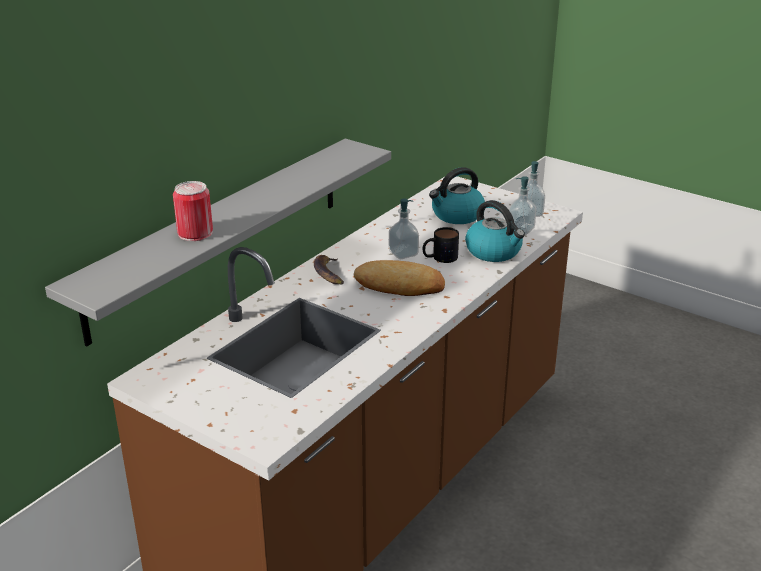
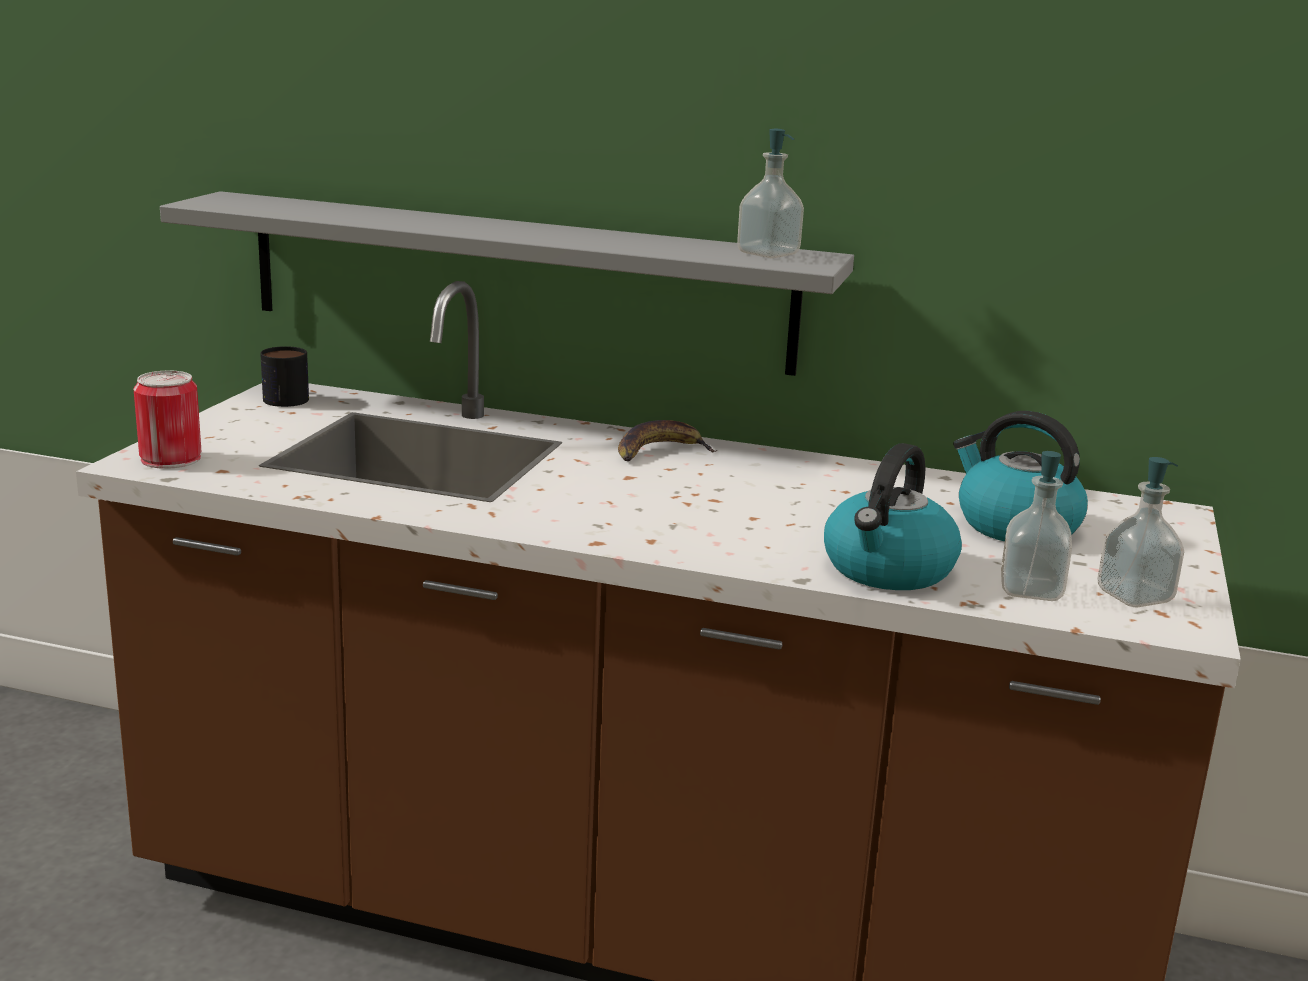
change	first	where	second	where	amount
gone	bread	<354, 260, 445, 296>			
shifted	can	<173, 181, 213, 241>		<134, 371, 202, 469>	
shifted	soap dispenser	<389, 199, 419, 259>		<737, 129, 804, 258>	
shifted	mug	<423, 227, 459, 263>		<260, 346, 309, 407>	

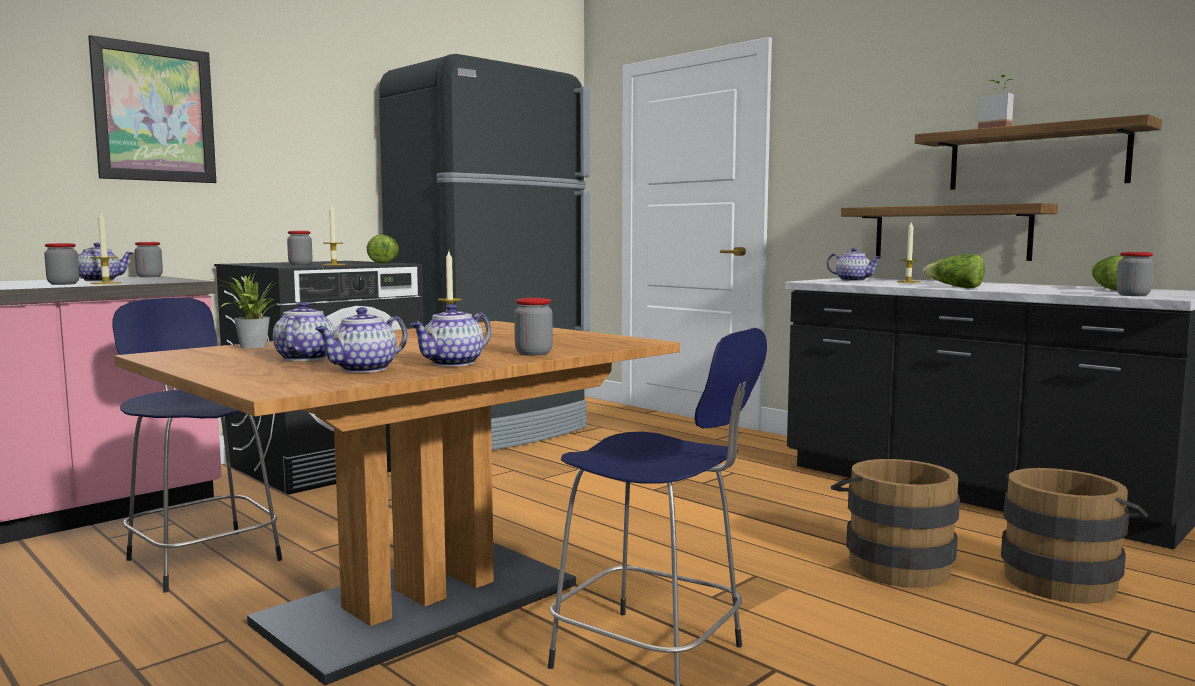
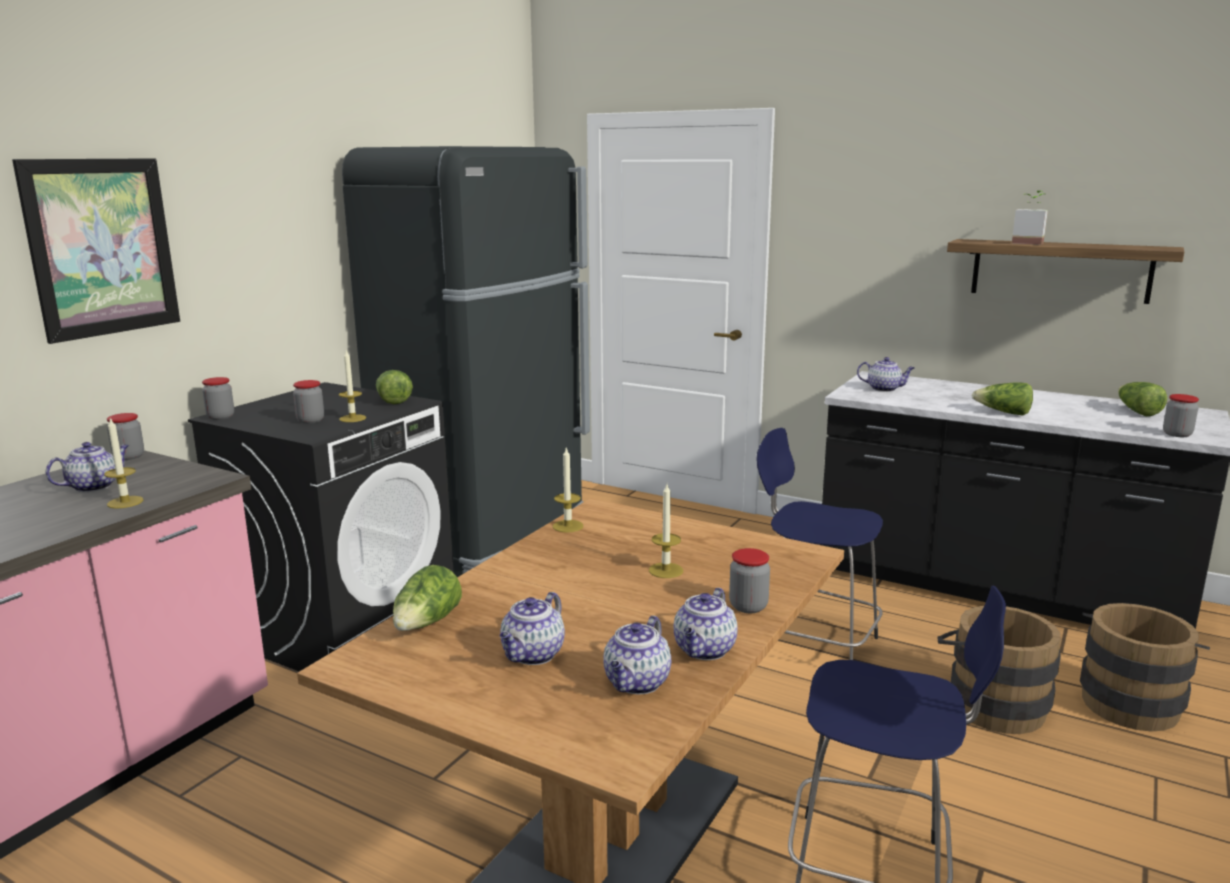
change	first	where	second	where	amount
gone	shelf	<841, 203, 1058, 261>			
shifted	jar	<44, 243, 79, 285>		<202, 377, 234, 420>	
shifted	blue stool	<112, 298, 282, 592>		<756, 428, 883, 660>	
shifted	candle	<897, 222, 920, 283>		<649, 484, 683, 578>	
swapped	potted plant	<213, 272, 281, 348>	lettuce	<393, 565, 462, 631>	
rotated	teapot	<273, 301, 334, 361>		<500, 592, 565, 665>	135 degrees counterclockwise

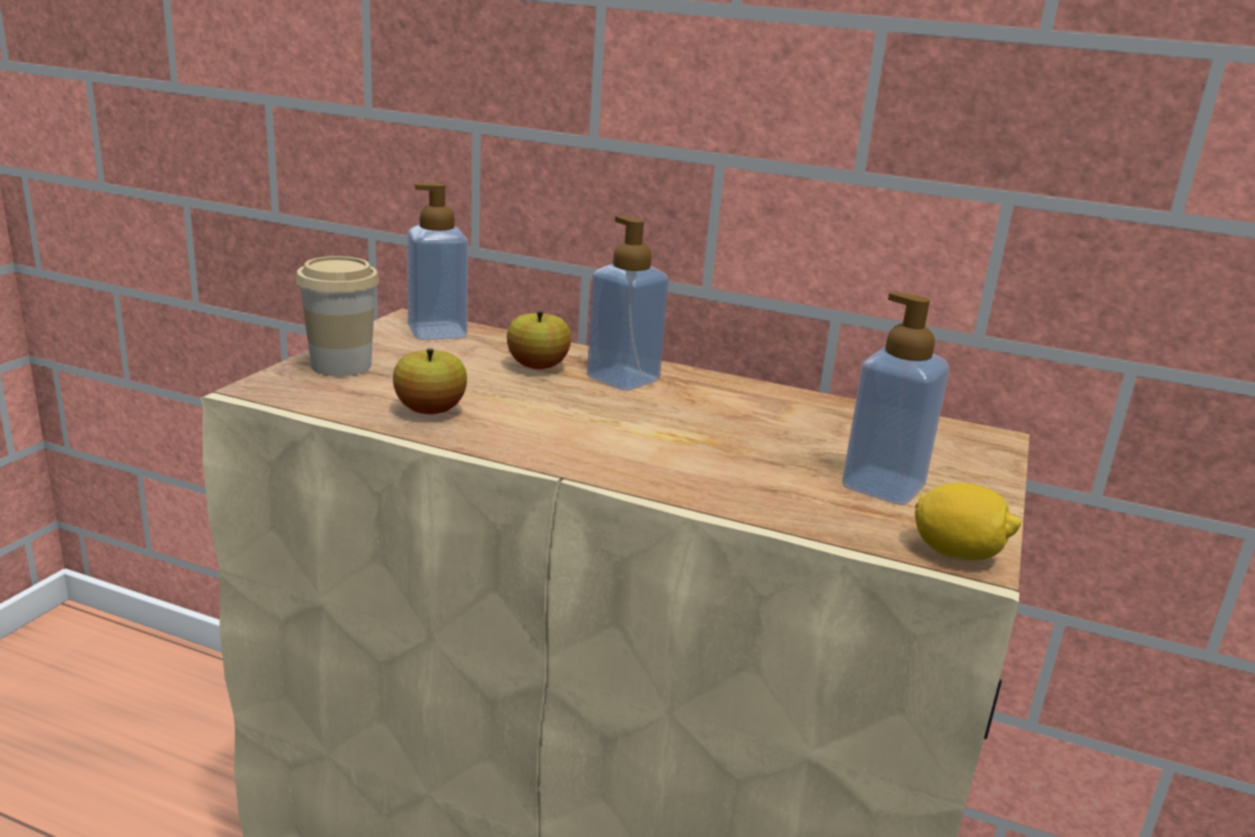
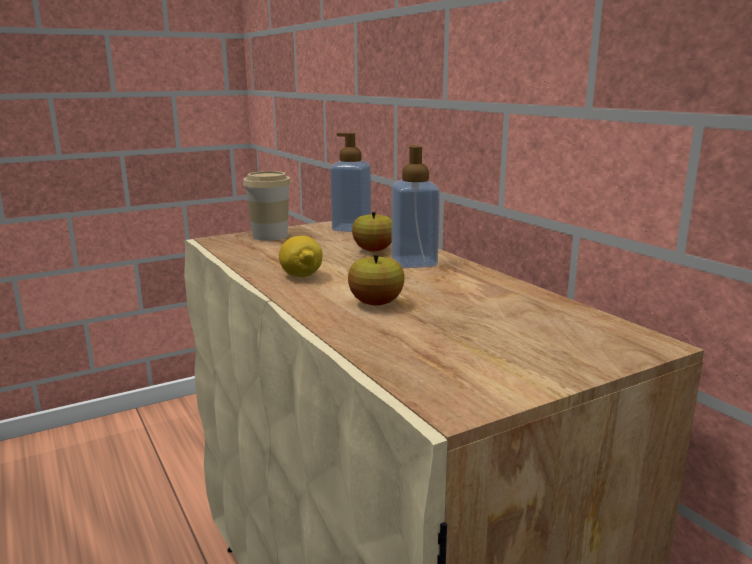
change	first	where	second	where	amount
gone	soap dispenser	<842, 292, 949, 505>			
shifted	apple	<393, 348, 467, 414>		<348, 254, 404, 306>	
shifted	lemon	<915, 483, 1021, 561>		<279, 236, 323, 277>	

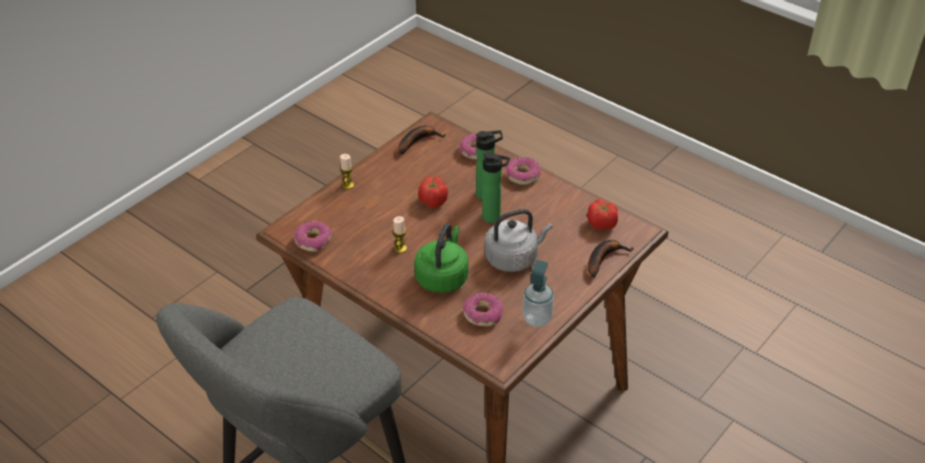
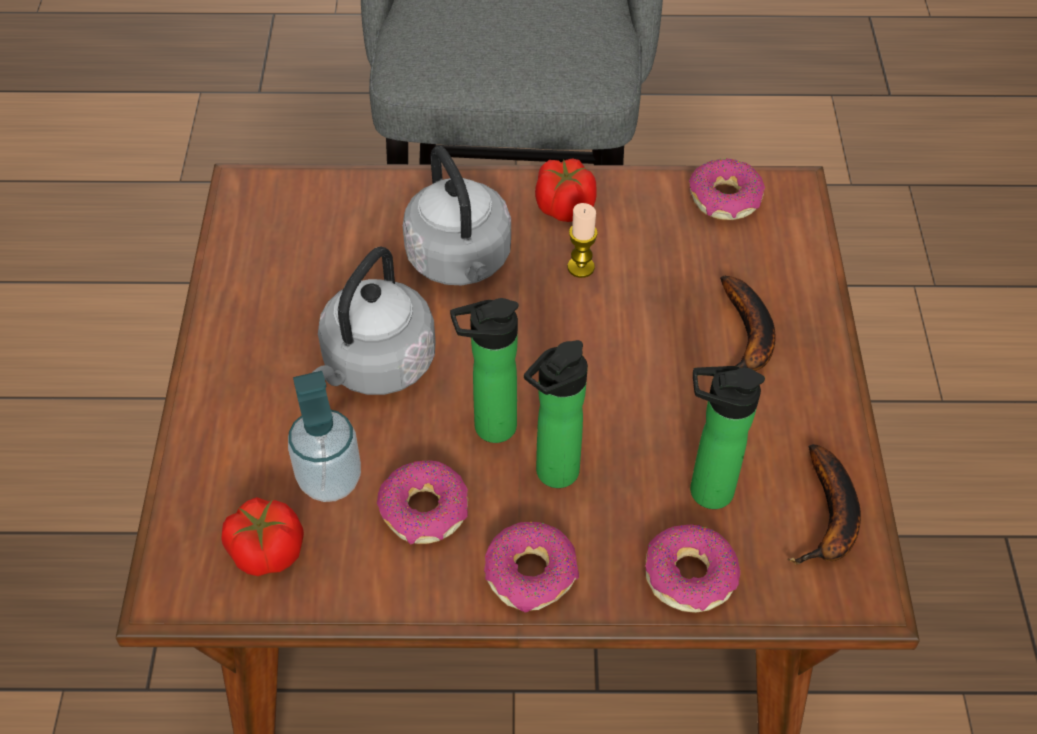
change	first	where	second	where	amount
gone	candle	<340, 154, 354, 190>			
new			bottle	<690, 366, 765, 509>	
shifted	tomato	<418, 177, 448, 208>		<535, 158, 597, 222>	
shifted	donut	<463, 293, 503, 327>		<377, 461, 468, 544>	
shifted	soap dispenser	<522, 260, 554, 327>		<288, 371, 361, 502>	
shifted	banana	<588, 240, 634, 278>		<720, 276, 776, 371>	
repainted	green kettle	<414, 223, 469, 293>	grey kettle	<403, 146, 511, 285>	

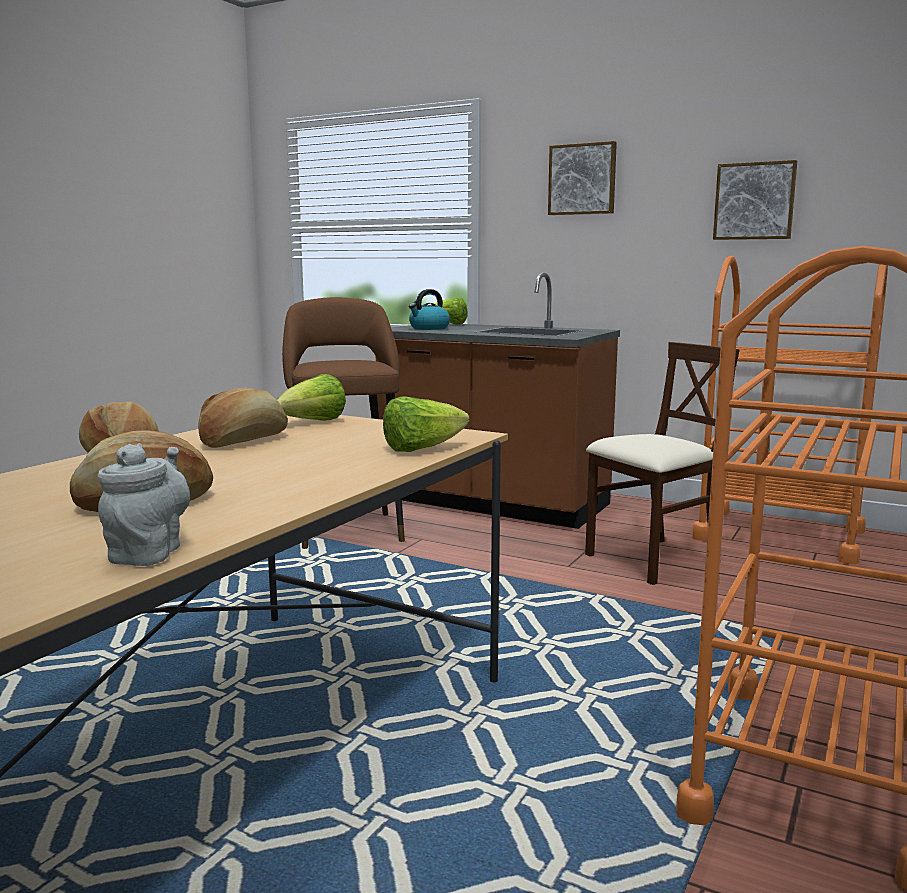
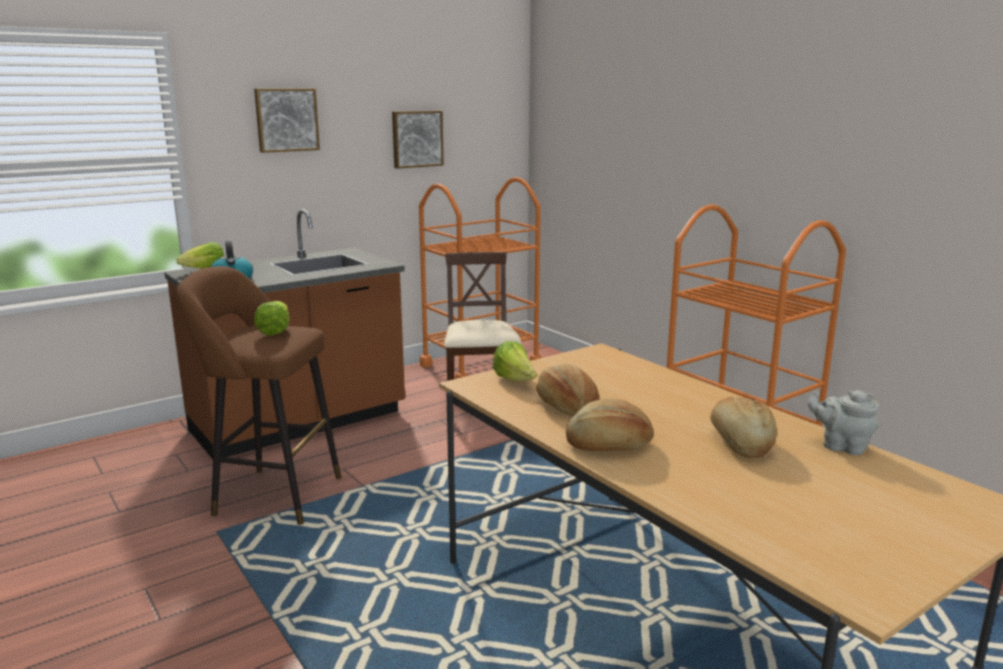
change	first	where	second	where	amount
shifted	lettuce	<383, 396, 469, 452>		<254, 301, 289, 336>	

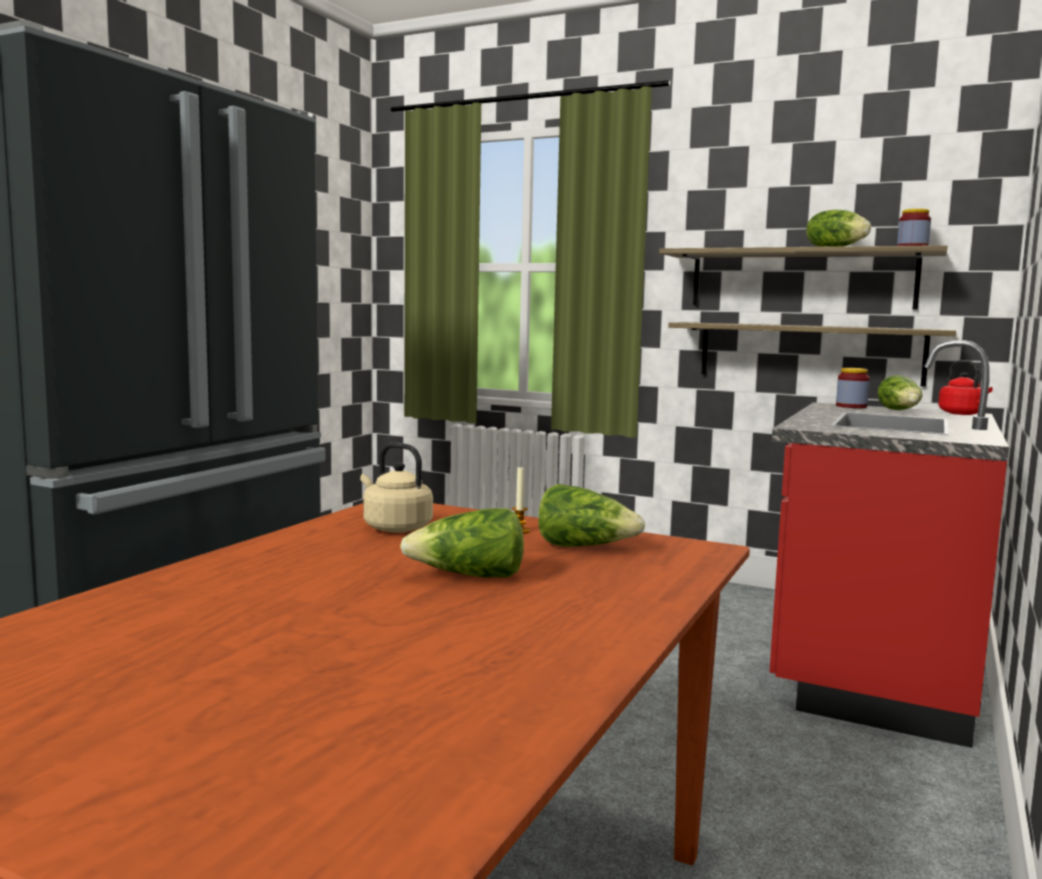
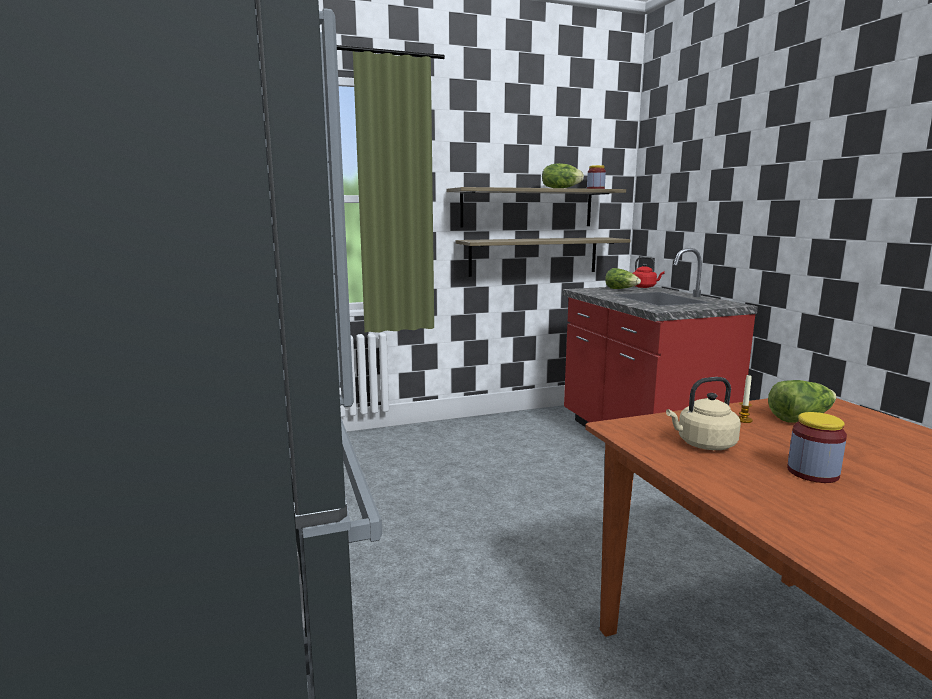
change	first	where	second	where	amount
gone	lettuce	<400, 508, 524, 578>			
shifted	jar	<836, 368, 870, 408>		<787, 412, 847, 483>	

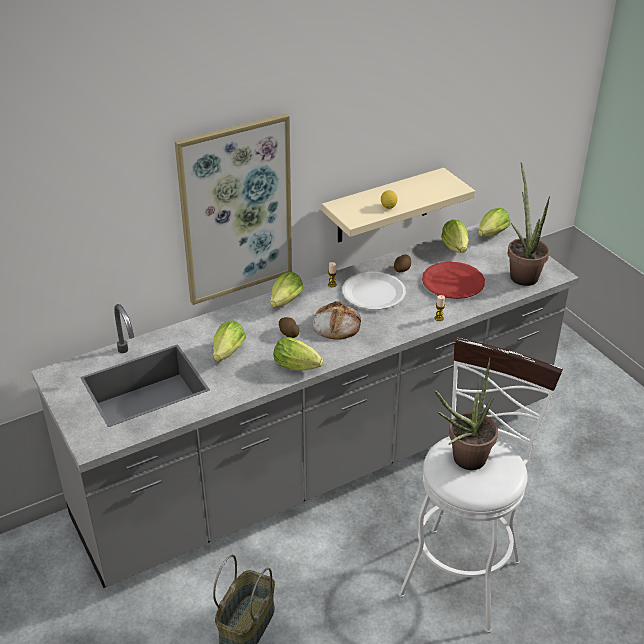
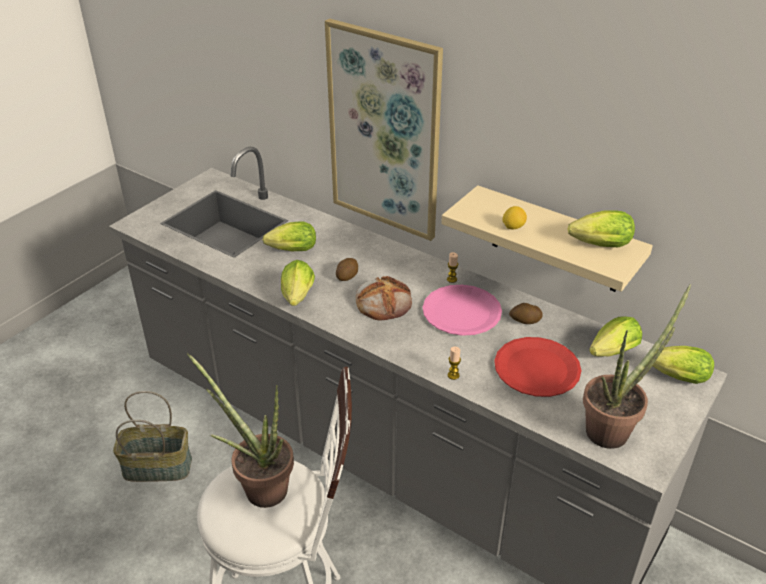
change	first	where	second	where	amount
shifted	lettuce	<270, 272, 303, 308>		<568, 210, 635, 247>	
repainted	white plate	<342, 272, 406, 310>	pink plate	<423, 285, 502, 336>	

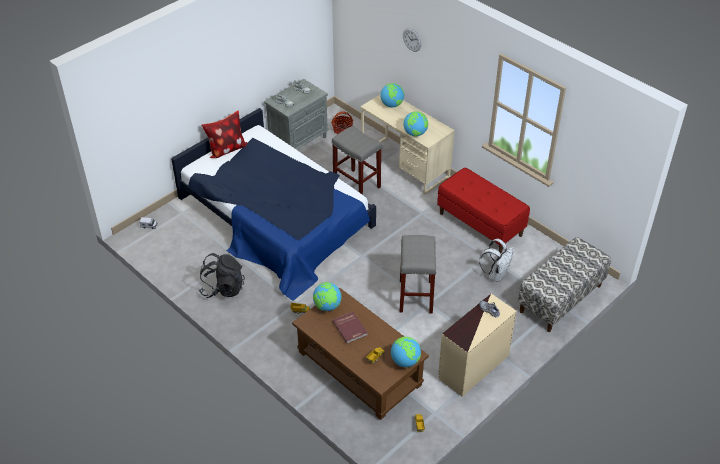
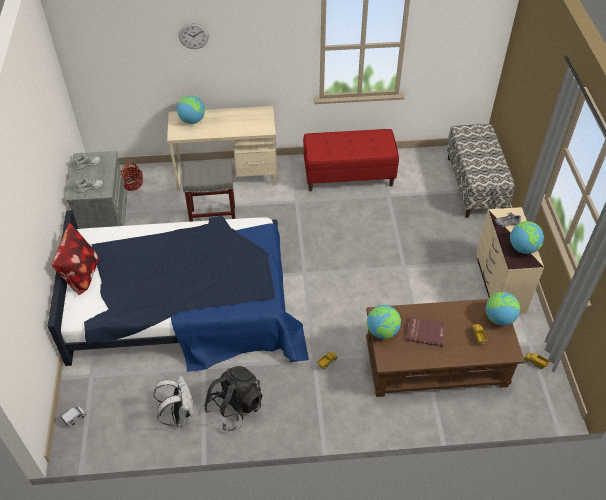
change	first	where	second	where	amount
gone	grey stool	<399, 235, 436, 313>			
shifted	globe	<403, 111, 428, 137>		<510, 221, 544, 254>	
shifted	white backpack	<479, 239, 514, 282>		<153, 376, 193, 427>	

